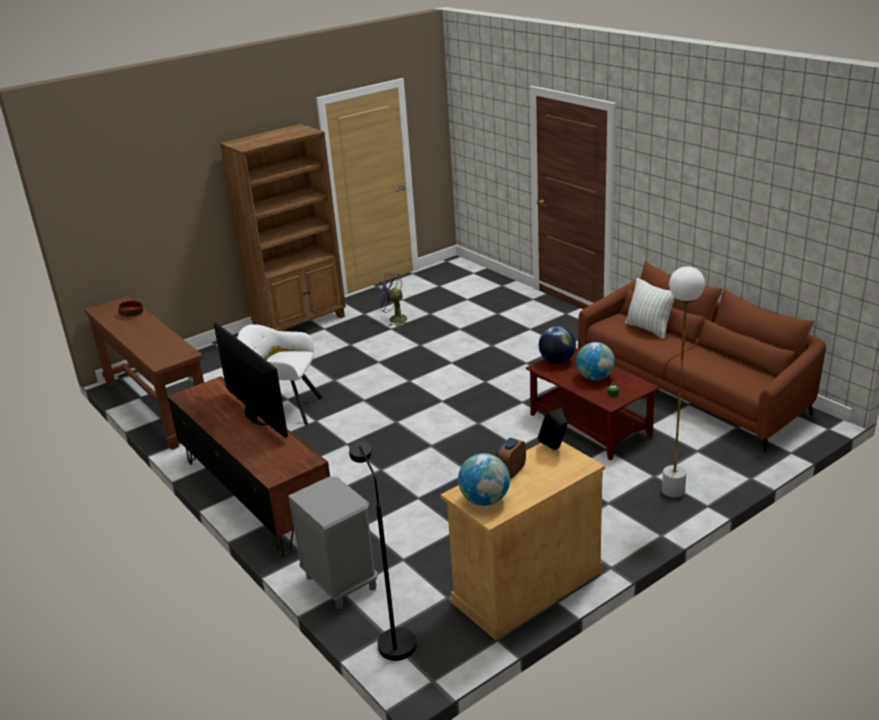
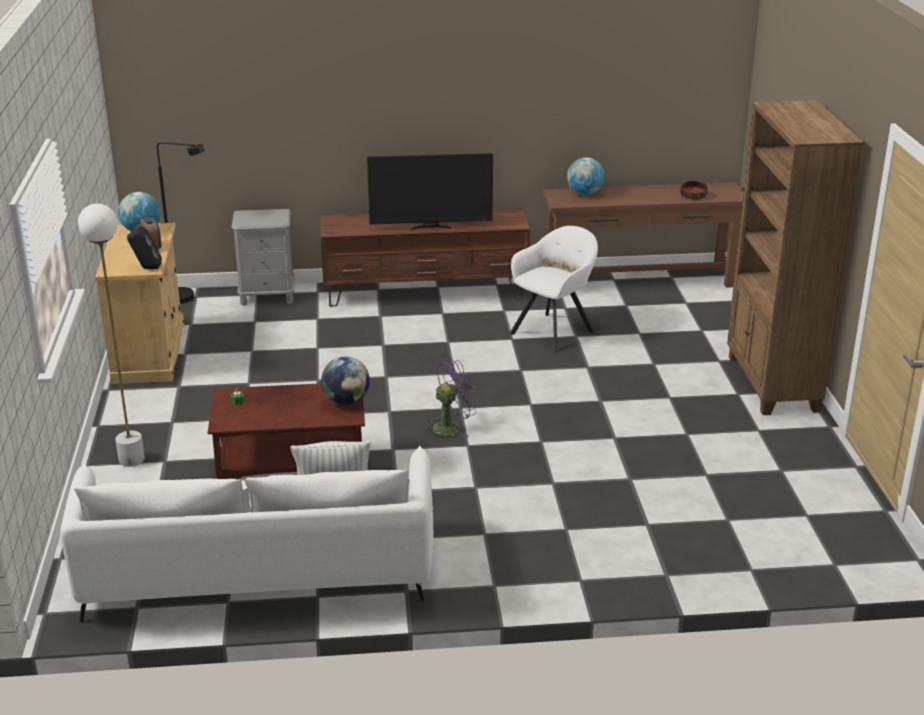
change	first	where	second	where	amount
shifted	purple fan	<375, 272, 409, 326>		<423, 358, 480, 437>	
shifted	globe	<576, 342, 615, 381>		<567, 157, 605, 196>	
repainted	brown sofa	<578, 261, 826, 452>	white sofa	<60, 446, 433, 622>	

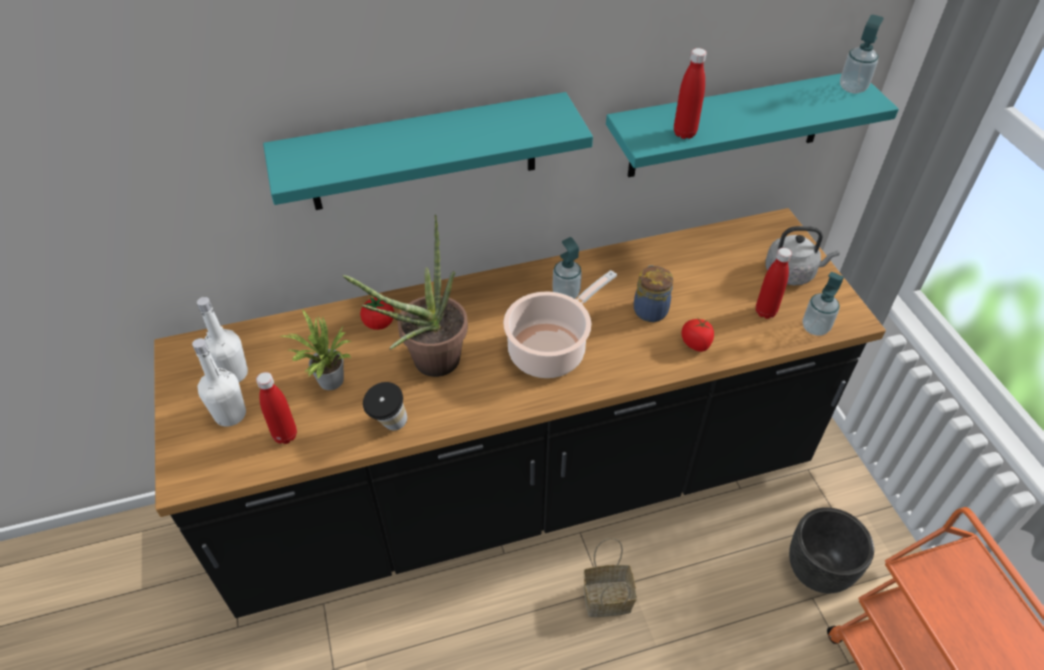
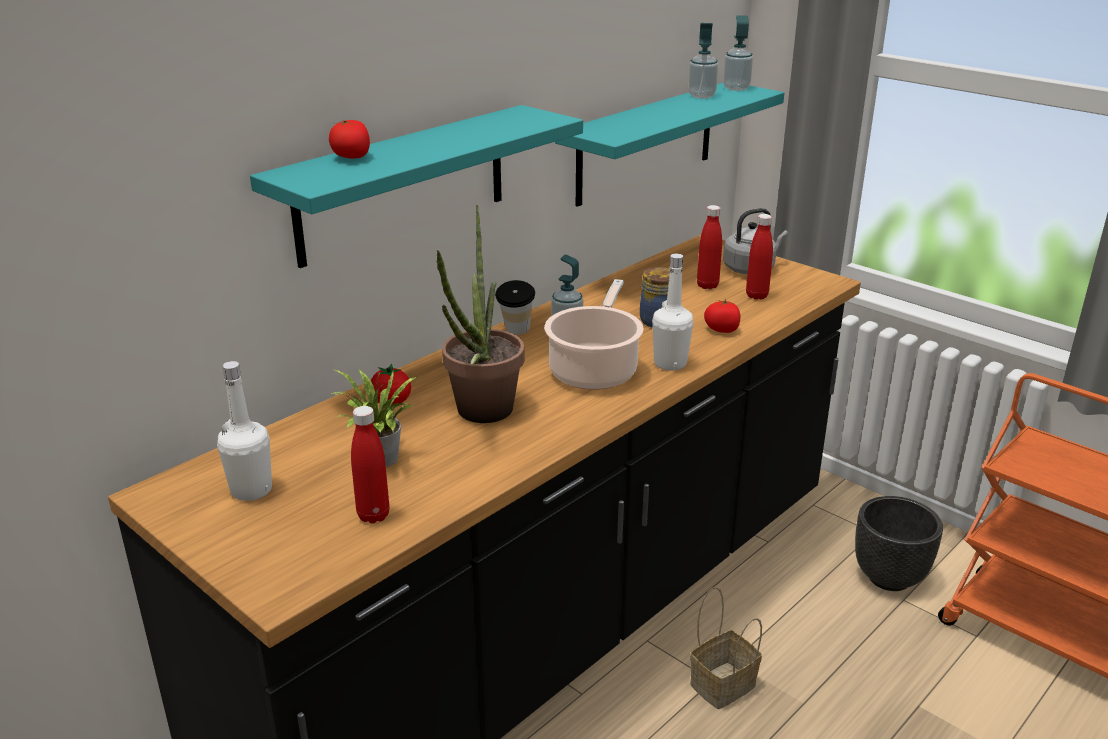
change	first	where	second	where	amount
new			tomato	<329, 120, 370, 158>	
shifted	white bottle	<192, 338, 246, 427>		<652, 254, 693, 371>	
shifted	cup	<363, 382, 407, 431>		<495, 280, 535, 335>	
shifted	red bottle	<674, 48, 707, 139>		<697, 205, 722, 289>	
shifted	soap dispenser	<802, 272, 844, 336>		<688, 23, 718, 99>	

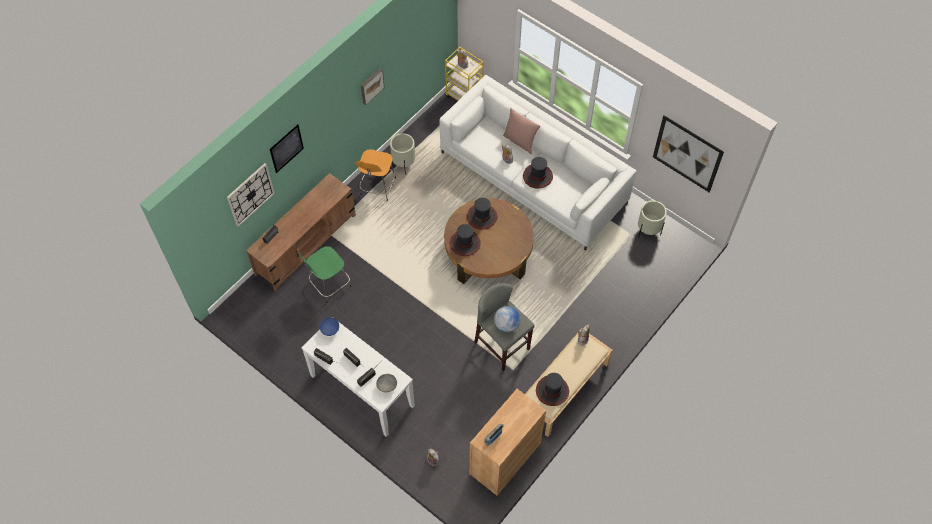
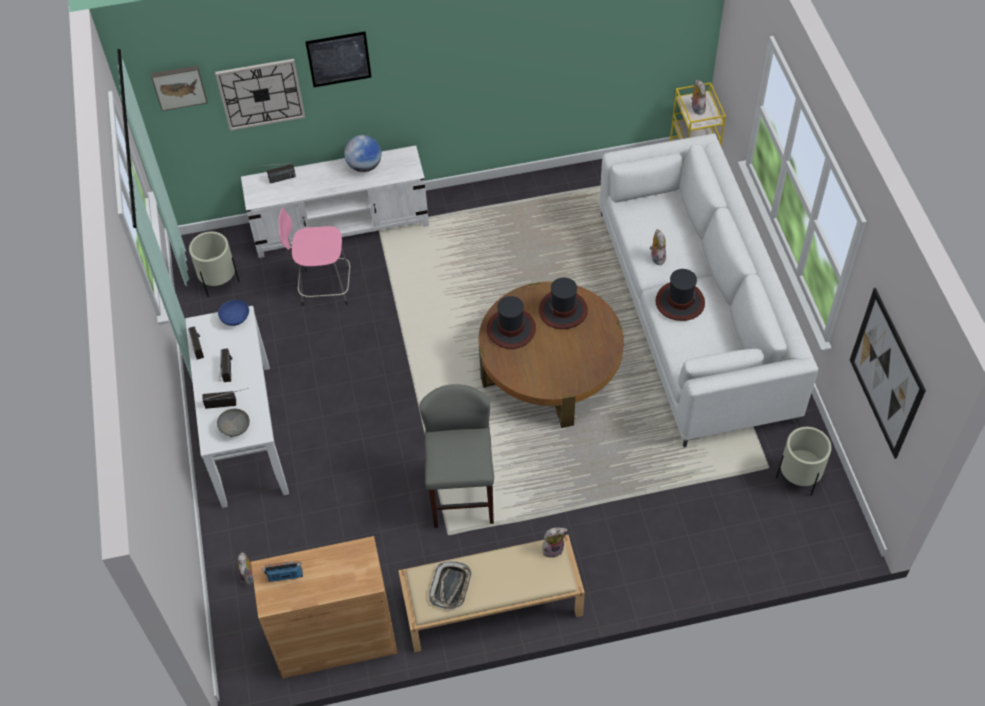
change	first	where	second	where	amount
gone	orange stool	<355, 149, 396, 201>			
gone	pink pillow	<503, 108, 541, 154>			
shifted	picture	<361, 68, 385, 105>		<151, 65, 207, 111>	
shifted	beige planter	<390, 133, 415, 174>		<189, 231, 240, 297>	
shifted	globe	<494, 306, 521, 333>		<344, 135, 381, 172>	
swapped	hat	<536, 373, 569, 406>	tray	<429, 561, 471, 609>	
repainted	brown tv stand	<246, 173, 356, 292>	white tv stand	<241, 146, 429, 258>	
repainted	green stool	<298, 246, 351, 303>	pink stool	<279, 207, 350, 306>	

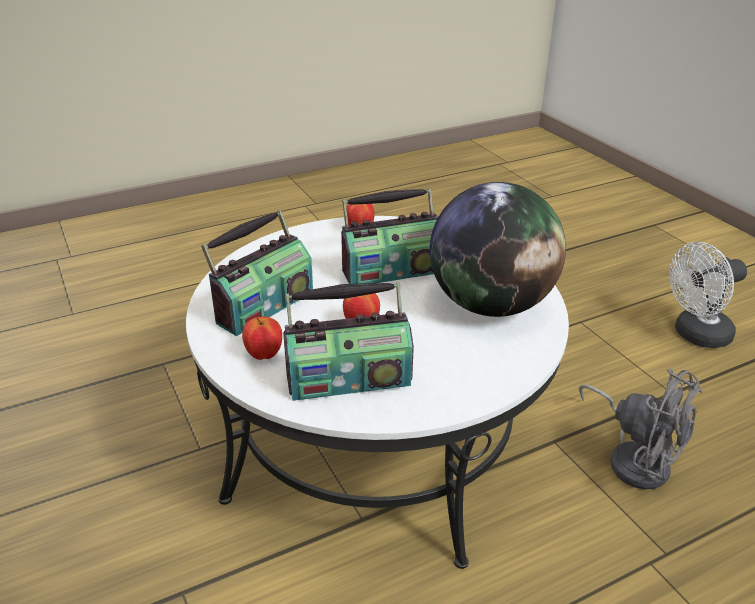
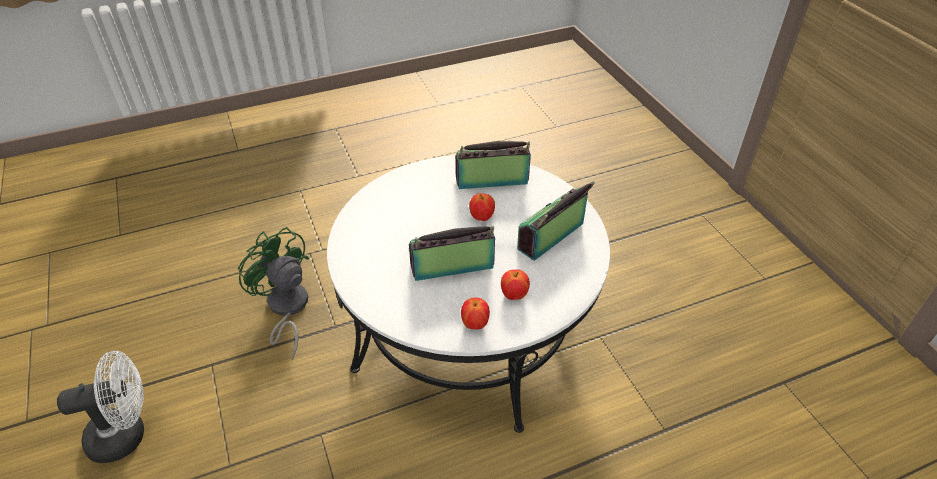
change	first	where	second	where	amount
gone	globe	<430, 182, 566, 317>			
shifted	apple	<242, 317, 282, 360>		<501, 270, 530, 300>	
repainted	grey fan	<579, 369, 702, 489>	green fan	<238, 227, 309, 360>	

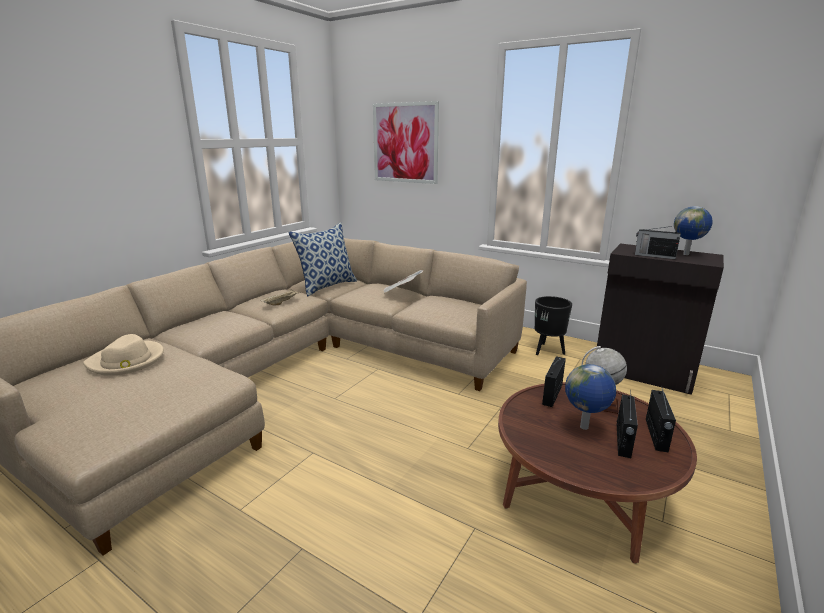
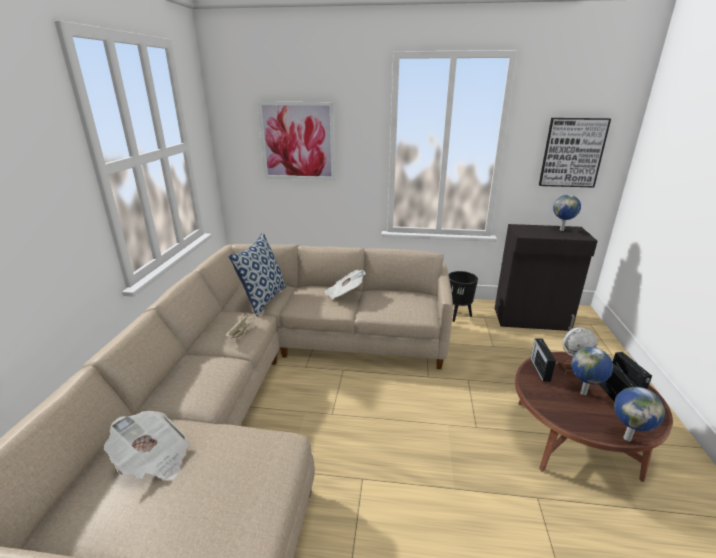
change	first	where	second	where	amount
gone	radio	<635, 226, 681, 259>			
new			picture	<539, 118, 611, 188>	
new			globe	<614, 387, 665, 442>	
swapped	beige hat	<83, 334, 164, 376>	newspaper	<104, 411, 190, 481>	

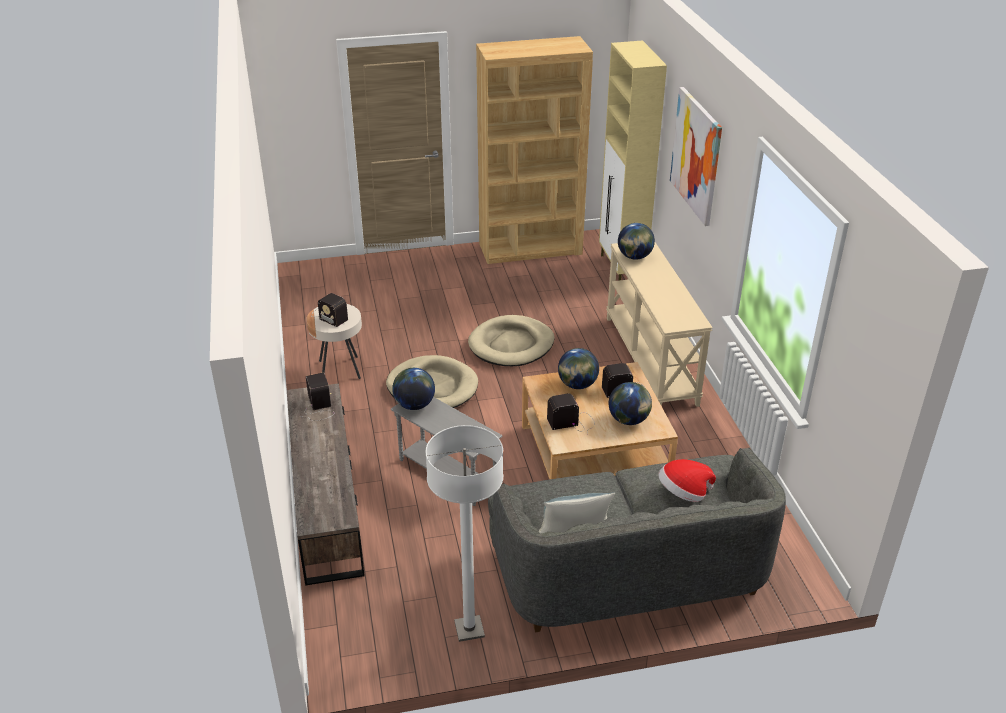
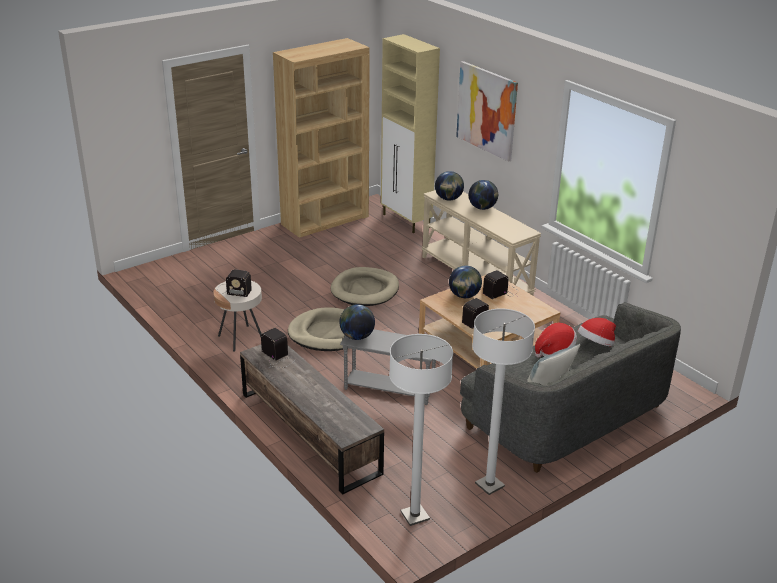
change	first	where	second	where	amount
new			white floor lamp	<389, 334, 453, 526>	
new			hat	<535, 323, 577, 357>	
shifted	globe	<609, 382, 652, 425>		<469, 180, 498, 210>	

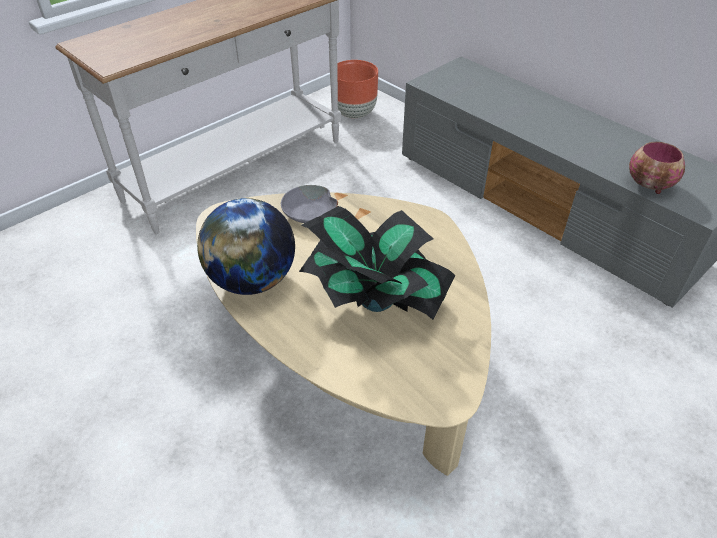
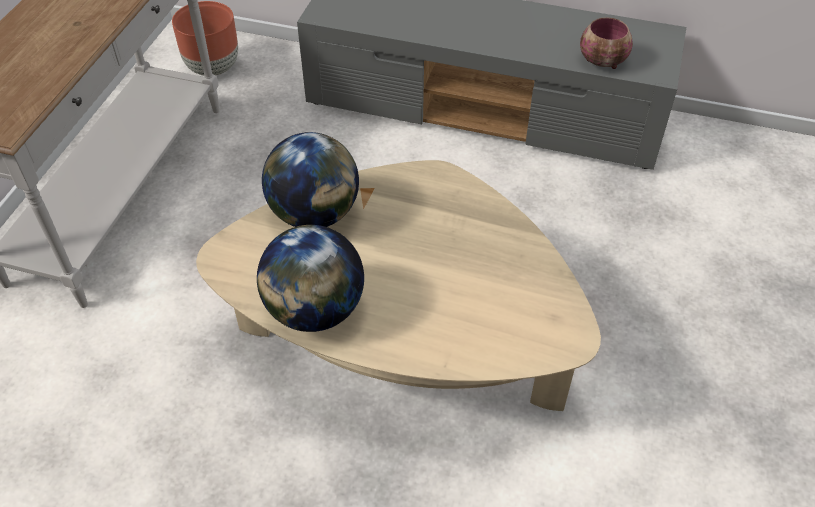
change	first	where	second	where	amount
gone	potted plant	<299, 206, 455, 320>			
swapped	grey bowl	<281, 185, 338, 223>	globe	<262, 132, 359, 227>	

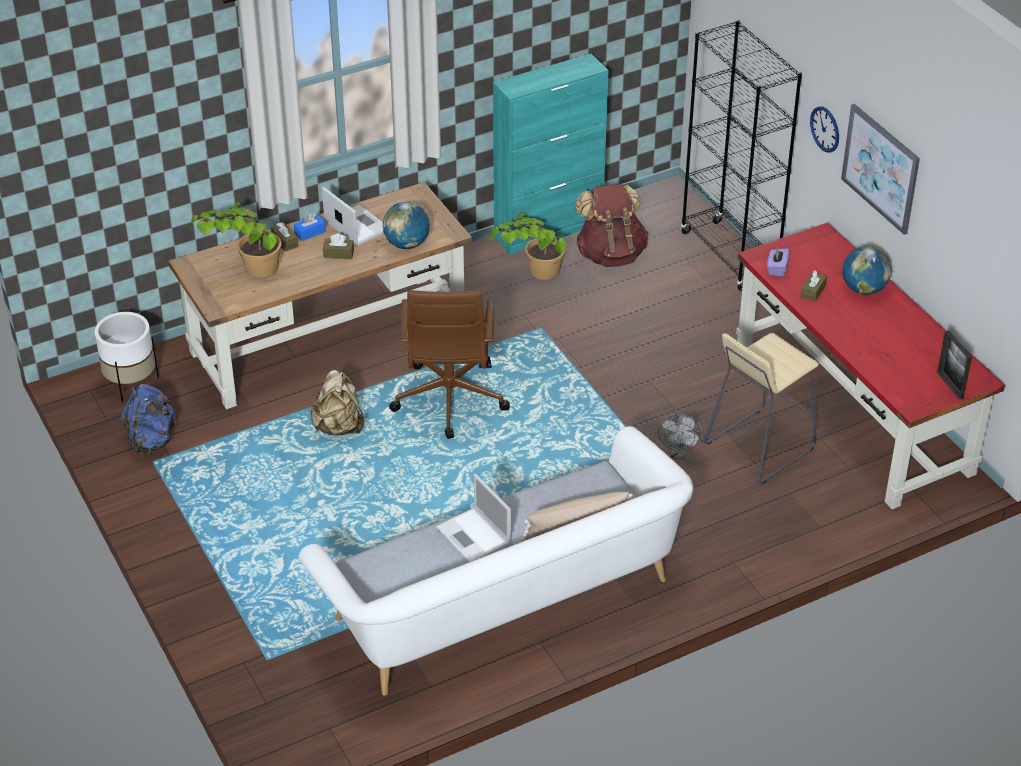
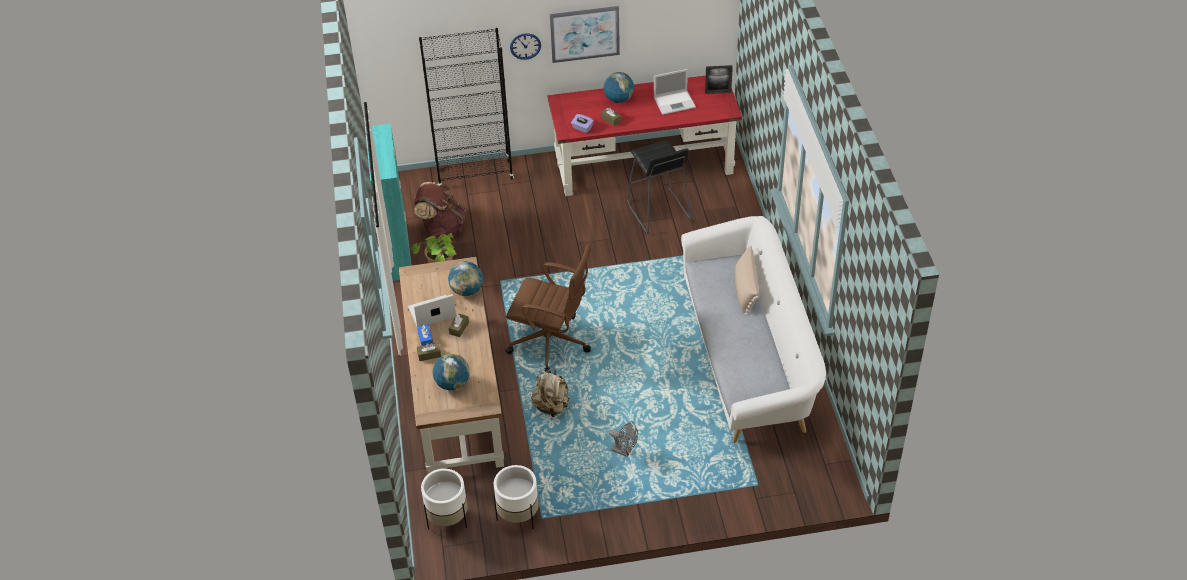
change	first	where	second	where	amount
shifted	laptop	<436, 474, 511, 562>		<654, 69, 696, 115>	
shifted	grey fan	<658, 414, 703, 460>		<609, 421, 638, 457>	
swapped	blue backpack	<121, 384, 177, 455>	white planter	<494, 465, 539, 529>	
swapped	potted plant	<190, 202, 281, 278>	globe	<433, 354, 470, 390>	
repainted	beige stool	<704, 333, 819, 484>	black stool	<627, 140, 692, 233>	

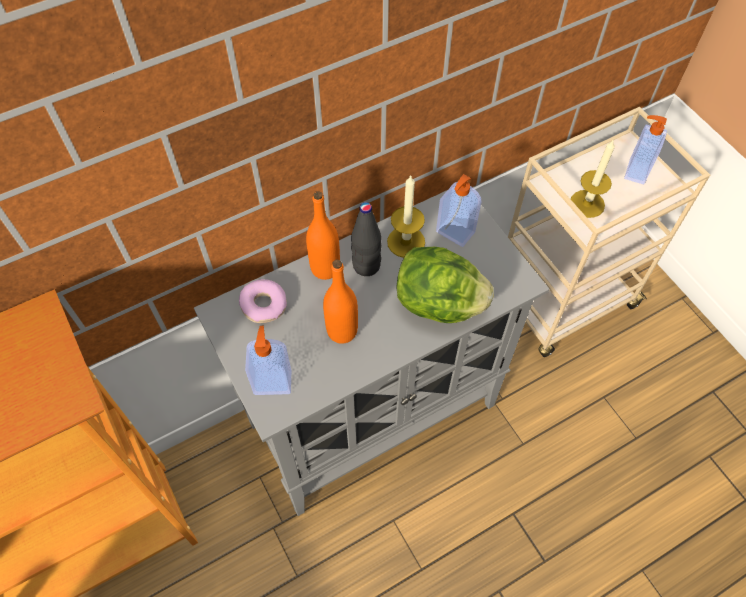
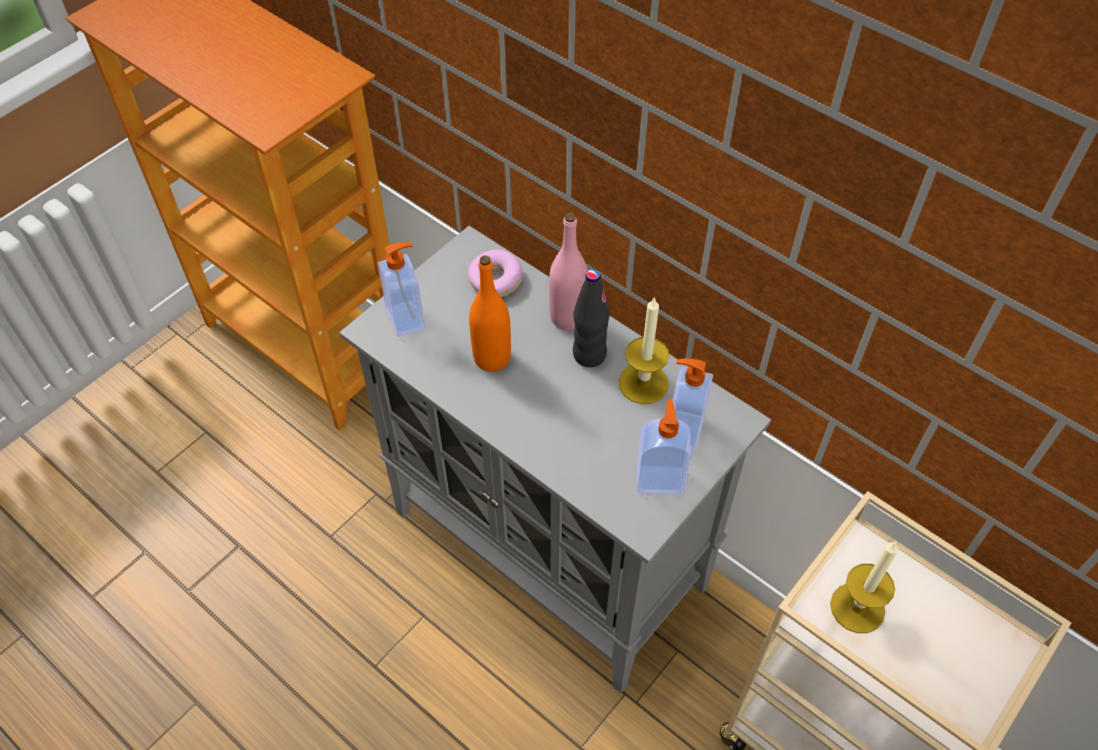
change	first	where	second	where	amount
gone	lettuce	<396, 247, 494, 323>			
shifted	soap dispenser	<624, 115, 667, 185>		<637, 400, 691, 495>	
repainted	orange bottle	<306, 191, 340, 280>	pink bottle	<549, 213, 588, 330>	

